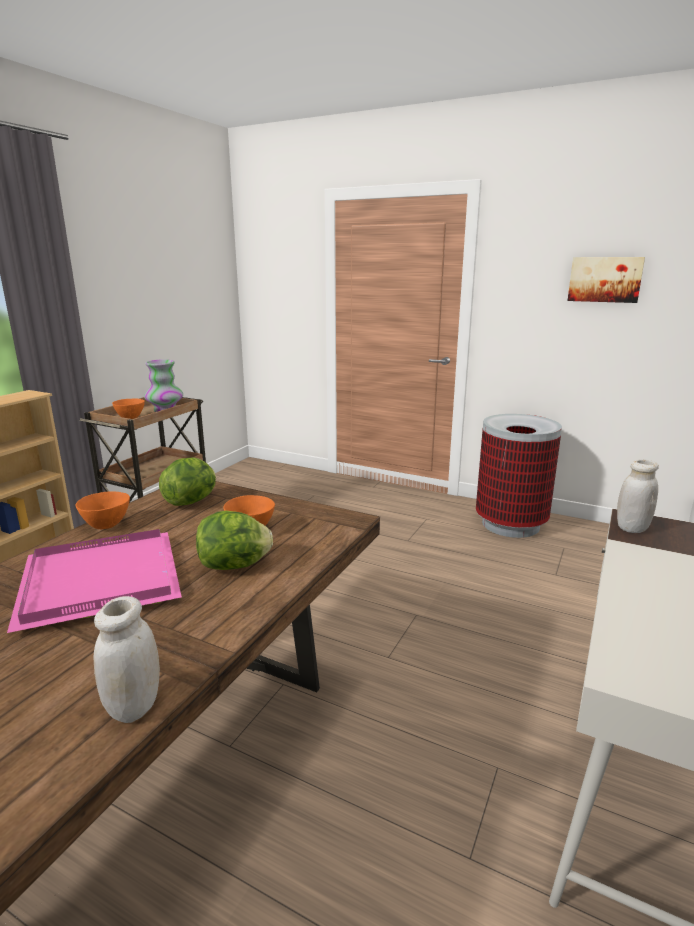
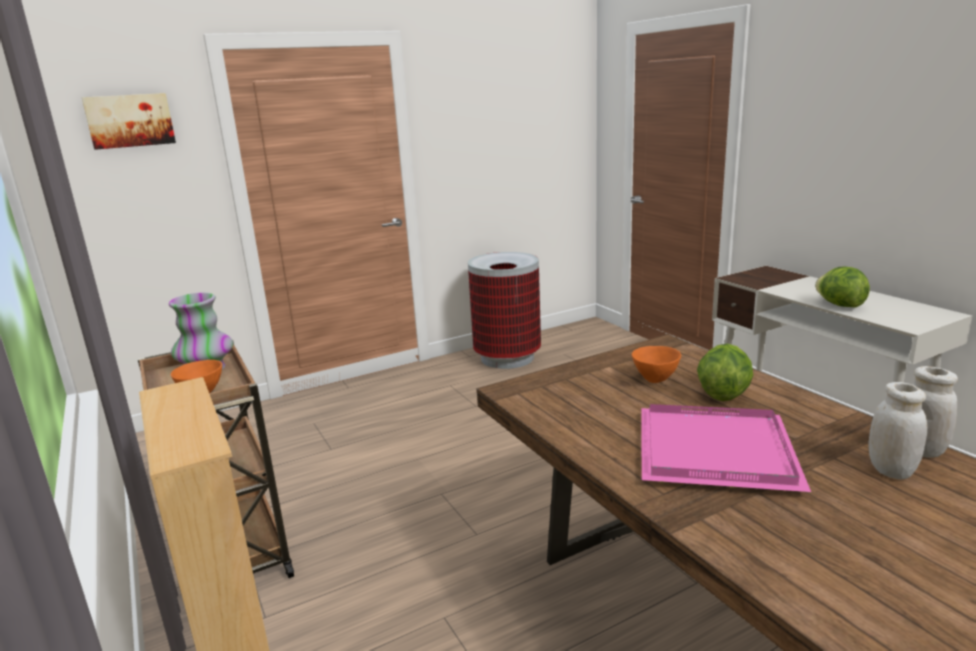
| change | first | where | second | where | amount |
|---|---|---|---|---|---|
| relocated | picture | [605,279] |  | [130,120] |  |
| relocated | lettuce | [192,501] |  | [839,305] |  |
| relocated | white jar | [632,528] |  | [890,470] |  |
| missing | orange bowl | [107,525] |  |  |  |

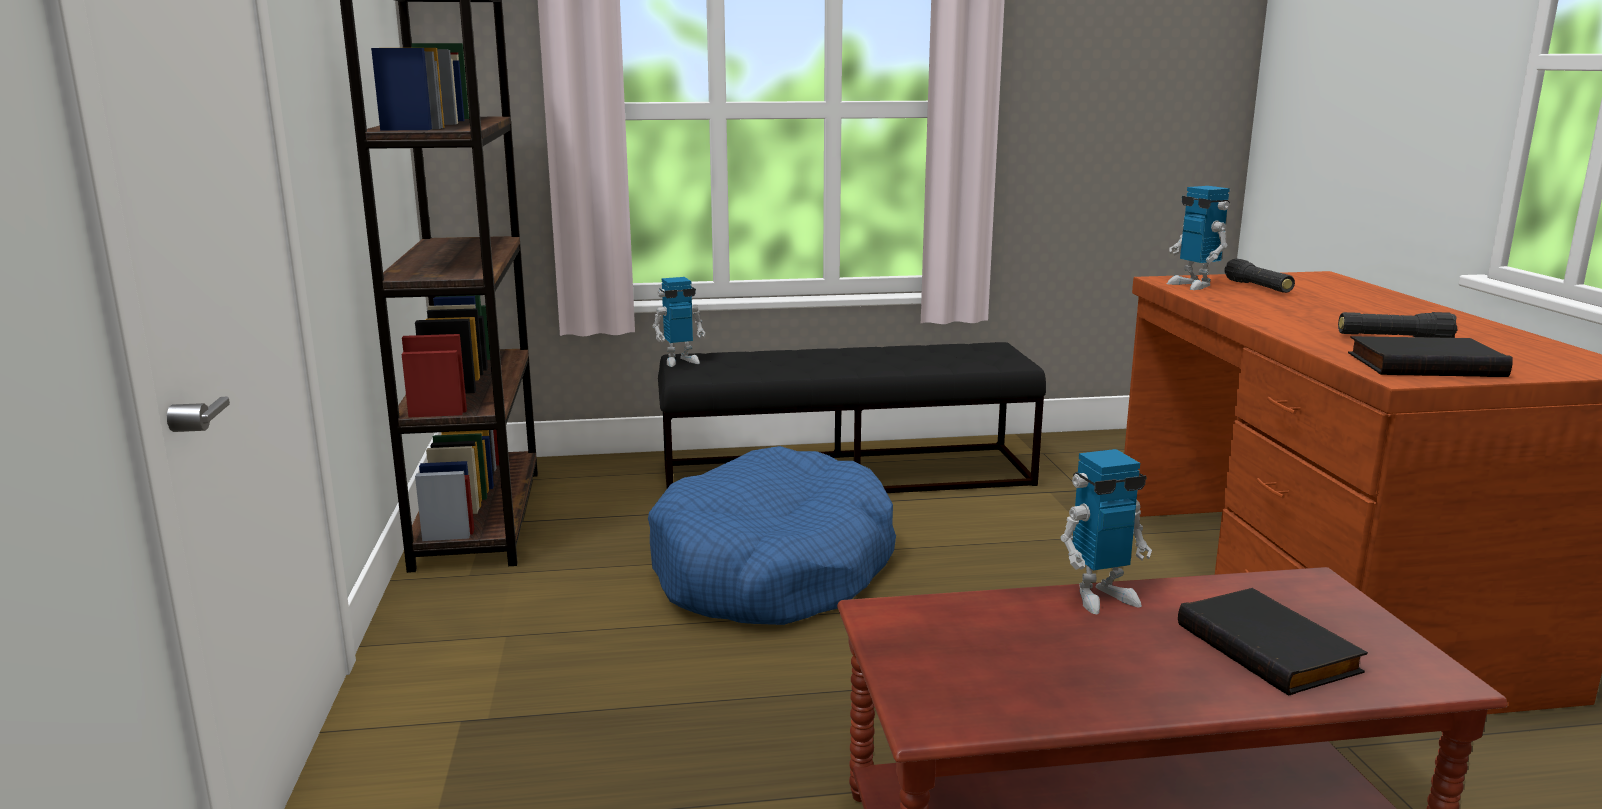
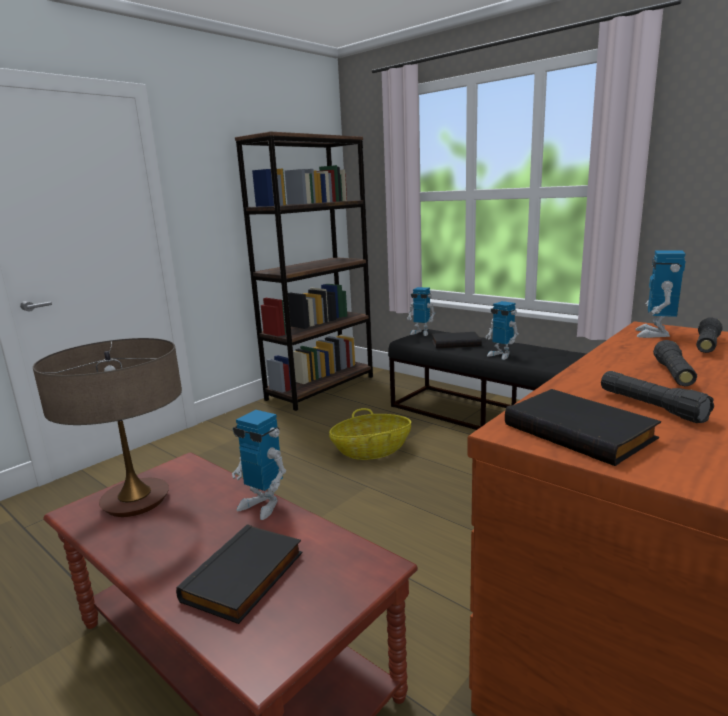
| change | first | where | second | where | amount |
|---|---|---|---|---|---|
| appeared |  |  | table lamp | [136,501] |  |
| exchanged | blue dog bed | [773,569] | basket | [371,450] |  |
| appeared |  |  | black book | [456,343] |  |
| appeared |  |  | toy robot | [501,355] |  |
| appeared |  |  | black flashlight | [673,374] |  |

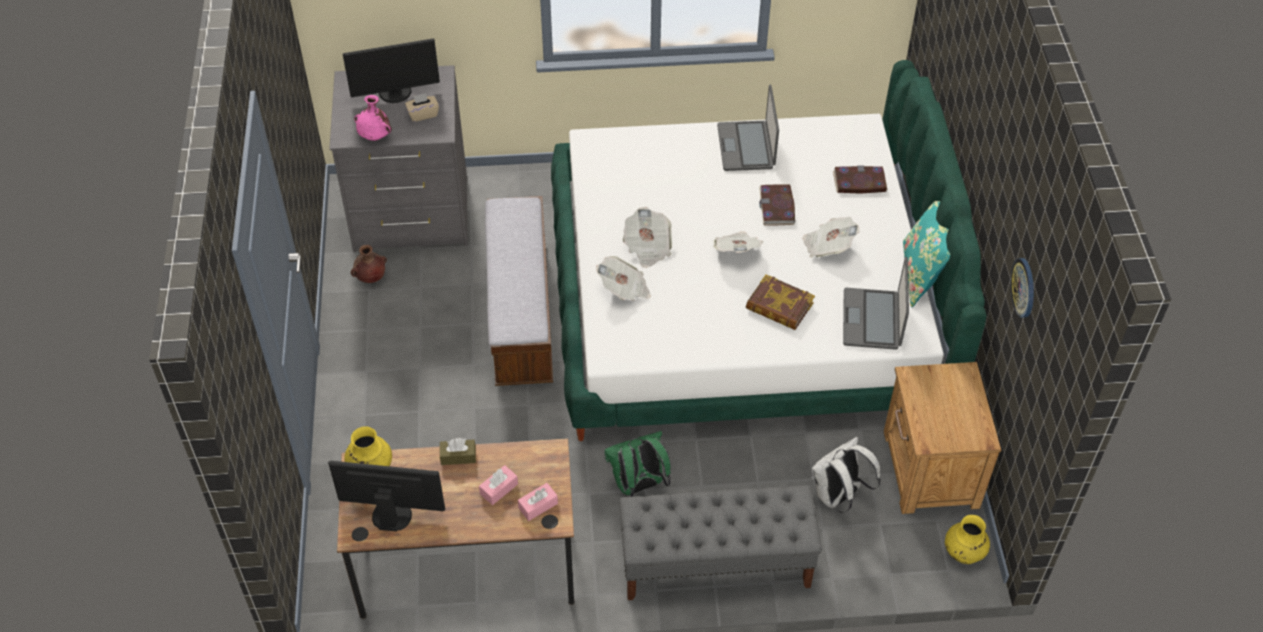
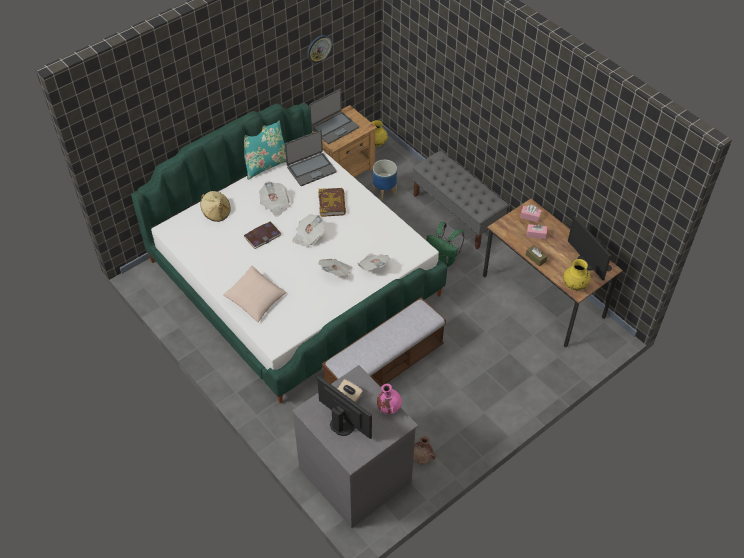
| change | first | where | second | where | amount |
|---|---|---|---|---|---|
| exchanged | book | [859,182] | beige hat | [216,213] |  |
| appeared |  |  | beige pillow | [255,299] |  |
| relocated | laptop | [746,147] |  | [334,128] |  |
| exchanged | white backpack | [838,496] | planter | [384,191] |  |

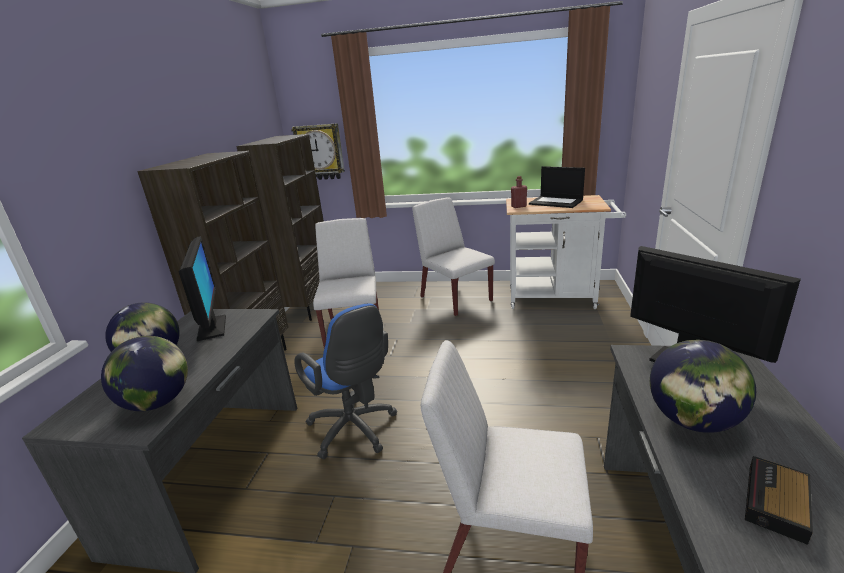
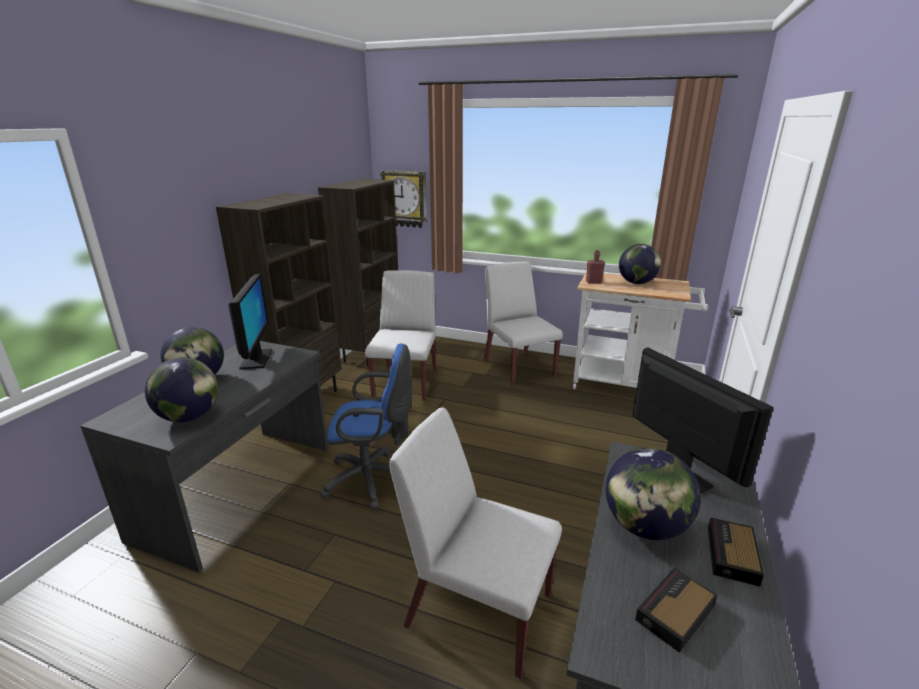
| change | first | where | second | where | amount |
|---|---|---|---|---|---|
| spun | blue office chair | [355,431] |  | [373,480] | 60 degrees counterclockwise |
| exchanged | laptop | [556,202] | globe | [637,283] |  |
| appeared |  |  | alarm clock | [732,556] |  |

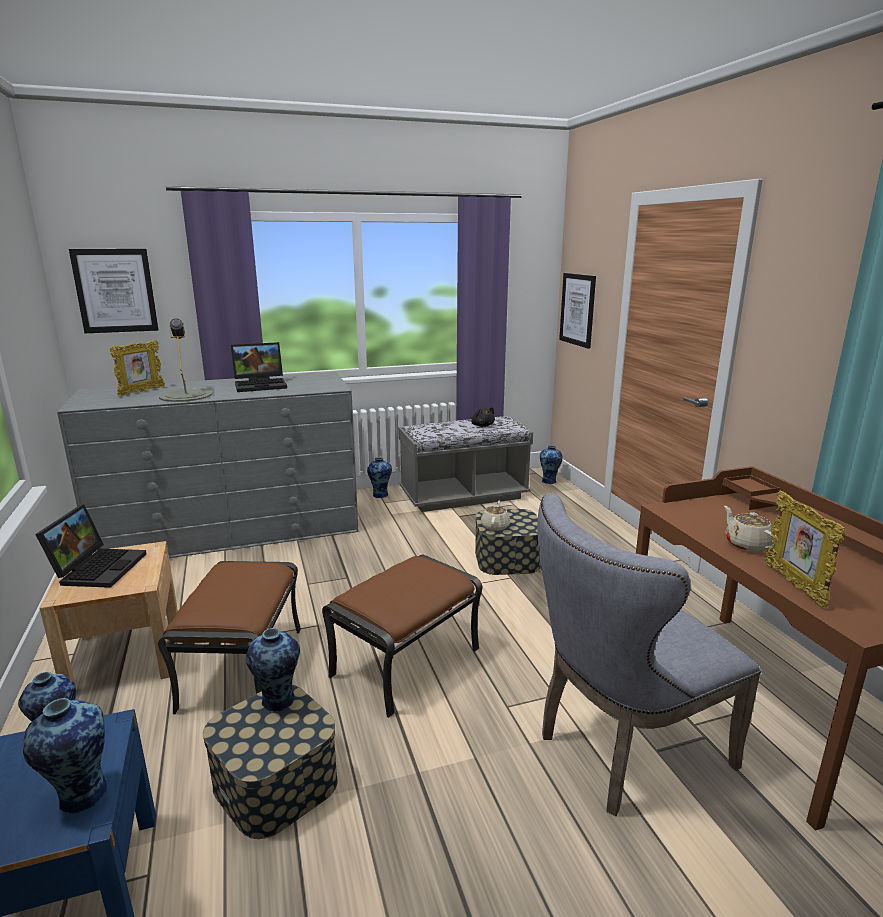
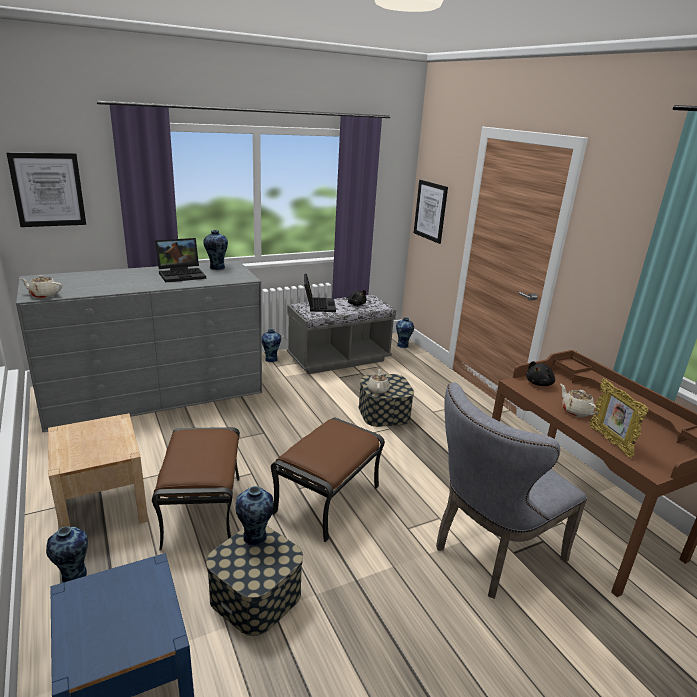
| change | first | where | second | where | amount |
|---|---|---|---|---|---|
| appeared |  |  | beige teapot | [43,295] |  |
| relocated | vase | [80,796] |  | [216,268] |  |
| relocated | laptop | [98,567] |  | [318,305] |  |
| appeared |  |  | black plush toy | [539,383] |  |
| missing | picture frame | [141,391] |  |  |  |
| missing | grey table lamp | [186,395] |  |  |  |

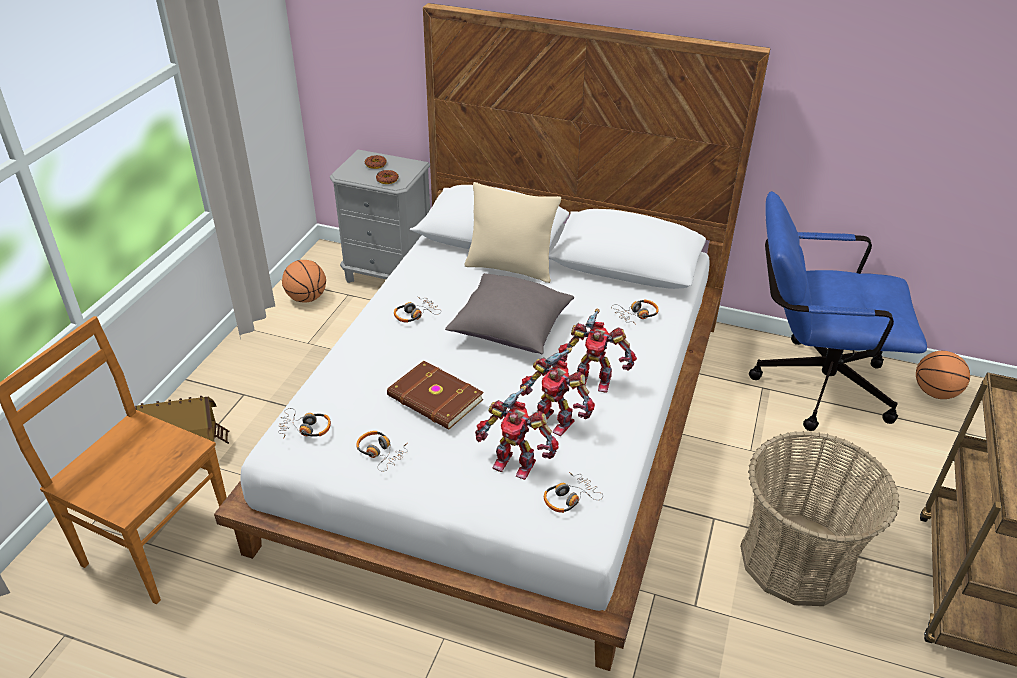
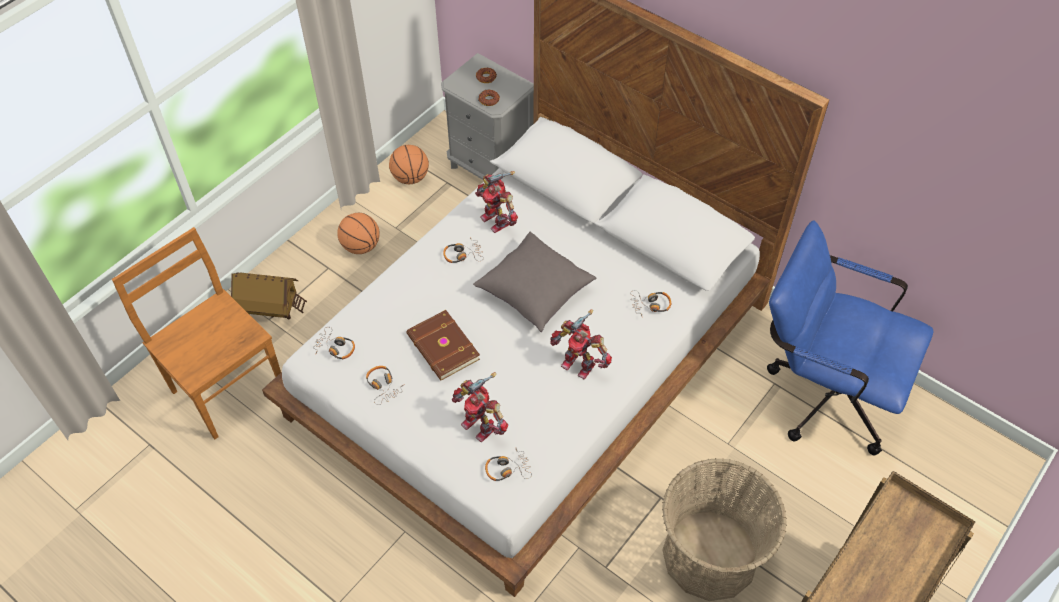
| change | first | where | second | where | amount |
|---|---|---|---|---|---|
| relocated | basketball | [935,393] |  | [361,246] |  |
| relocated | toy robot | [554,420] |  | [497,220] |  |
| missing | beige pillow | [510,268] |  |  |  |

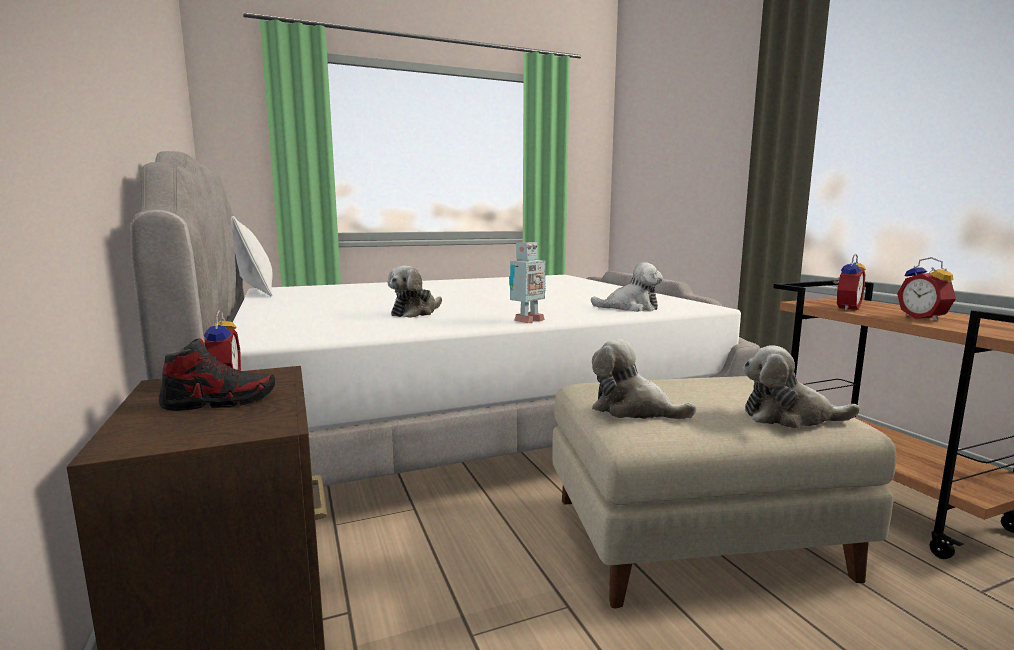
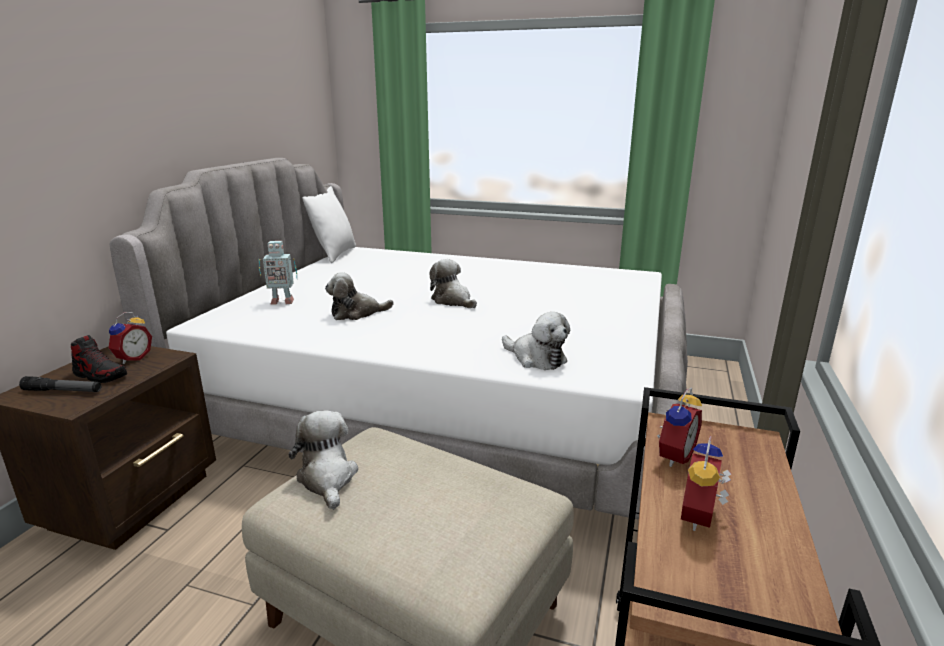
| change | first | where | second | where | amount |
|---|---|---|---|---|---|
| appeared |  |  | flashlight | [63,391] |  |
| relocated | toy robot | [526,321] |  | [281,301] |  |
| relocated | plush toy | [789,417] |  | [453,301] |  |
| spun | alarm clock | [845,308] |  | [672,456] | 45 degrees counterclockwise |

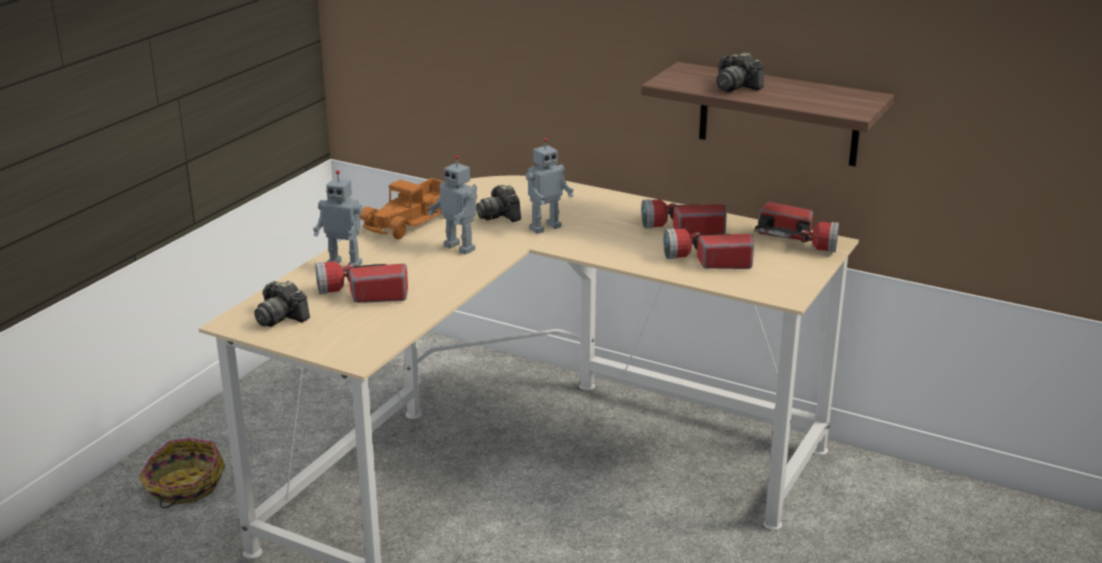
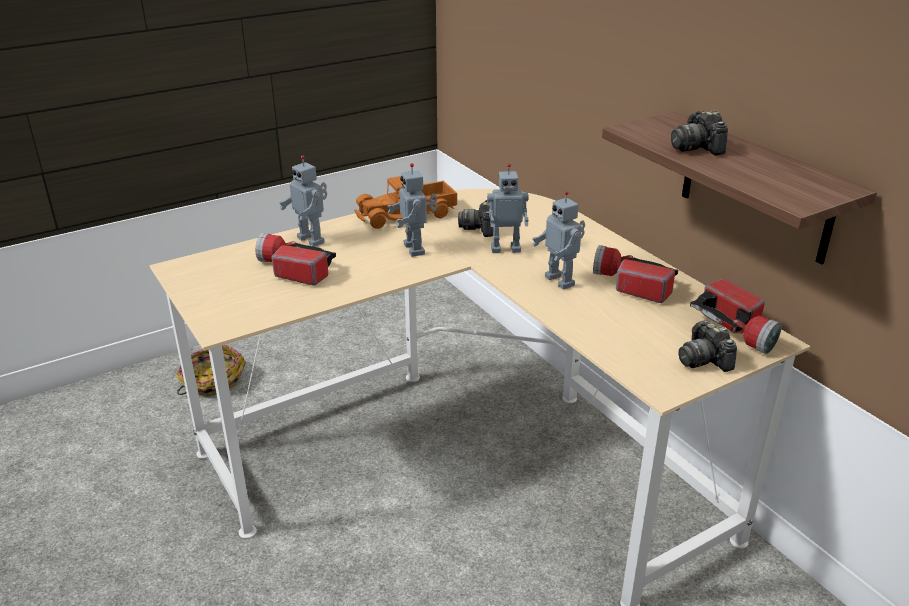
| change | first | where | second | where | amount |
|---|---|---|---|---|---|
| appeared |  |  | toy robot | [561,281] |  |
| relocated | photo camera | [281,317] |  | [704,359] |  |
| missing | flashlight | [707,260] |  |  |  |

